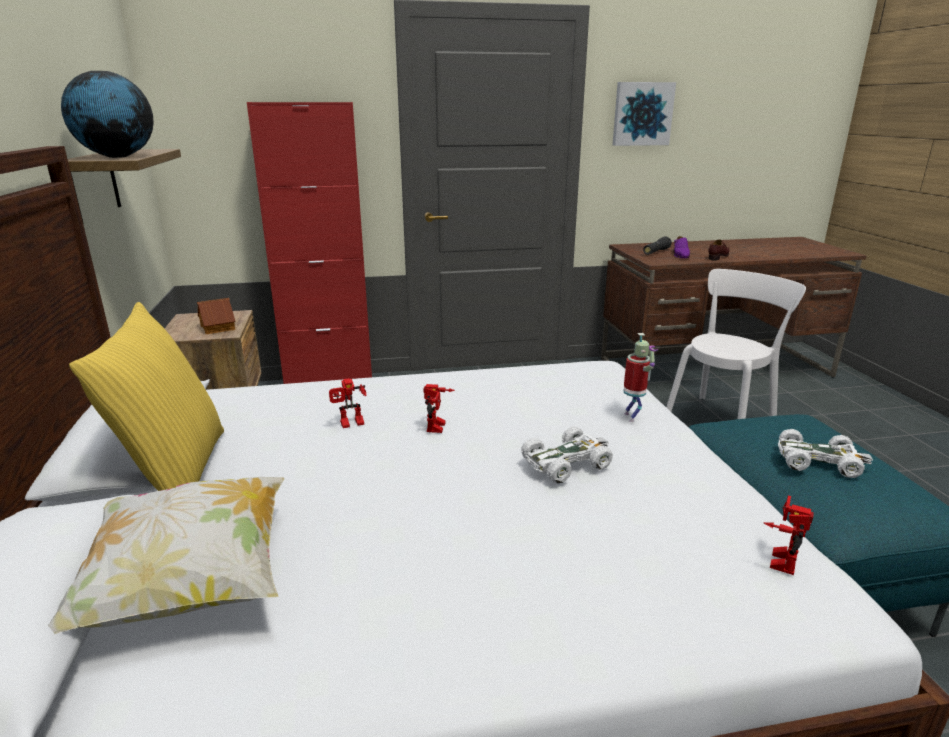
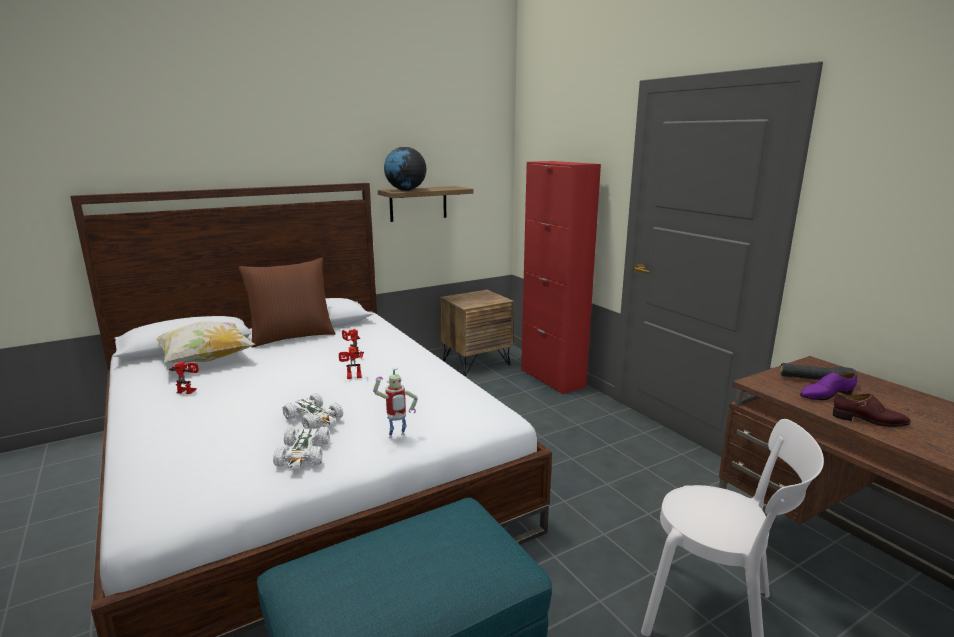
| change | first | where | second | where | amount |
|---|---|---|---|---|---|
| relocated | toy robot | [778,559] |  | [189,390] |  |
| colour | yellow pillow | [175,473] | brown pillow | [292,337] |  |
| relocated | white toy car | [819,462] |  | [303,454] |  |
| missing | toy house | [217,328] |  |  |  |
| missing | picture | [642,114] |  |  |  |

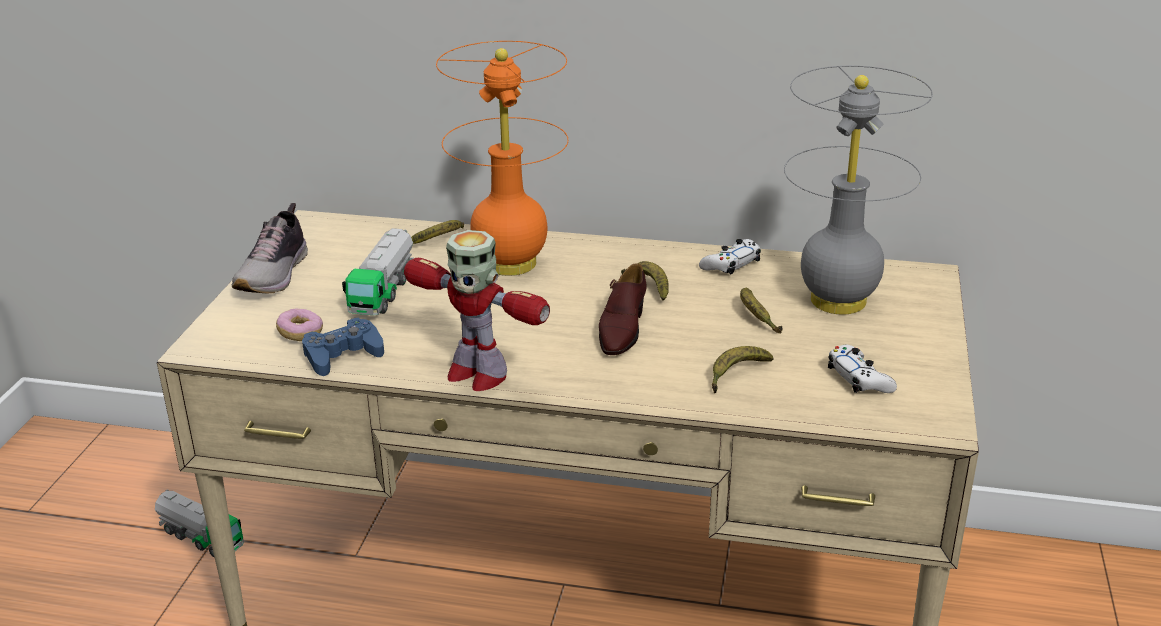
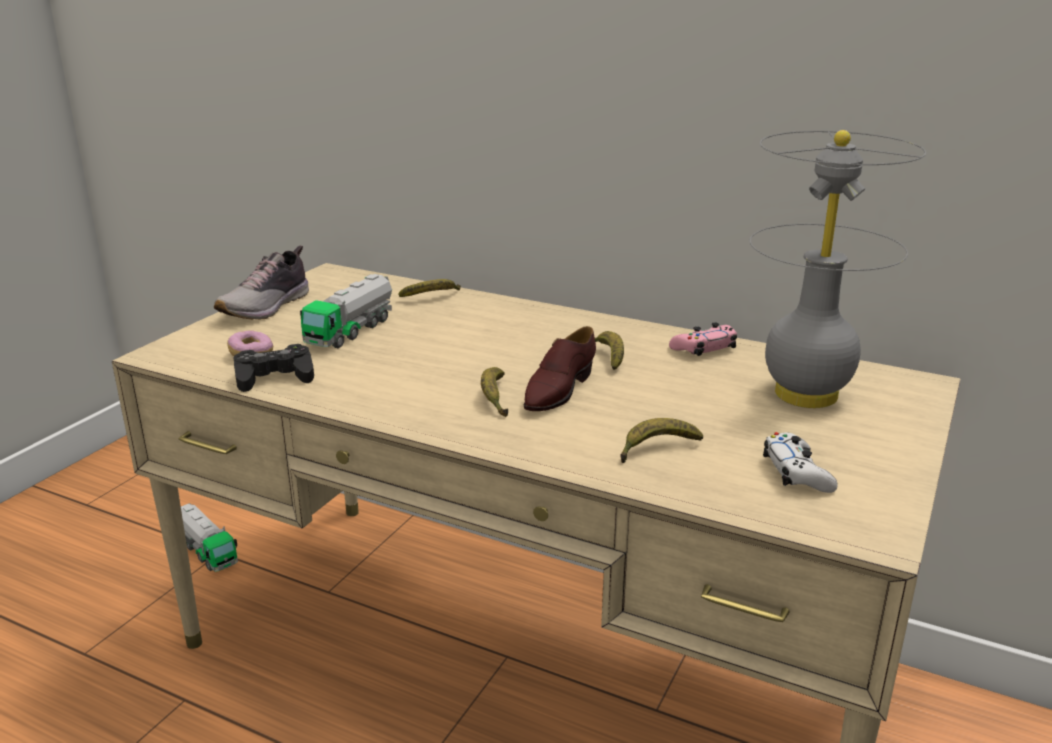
| change | first | where | second | where | amount |
|---|---|---|---|---|---|
| colour | blue game controller | [342,355] | black game controller | [274,377] |  |
| relocated | banana | [756,317] |  | [494,398] |  |
| colour | white game controller | [731,264] | pink game controller | [704,348] |  |
| missing | toy robot | [476,374] |  |  |  |
| missing | orange table lamp | [511,263] |  |  |  |

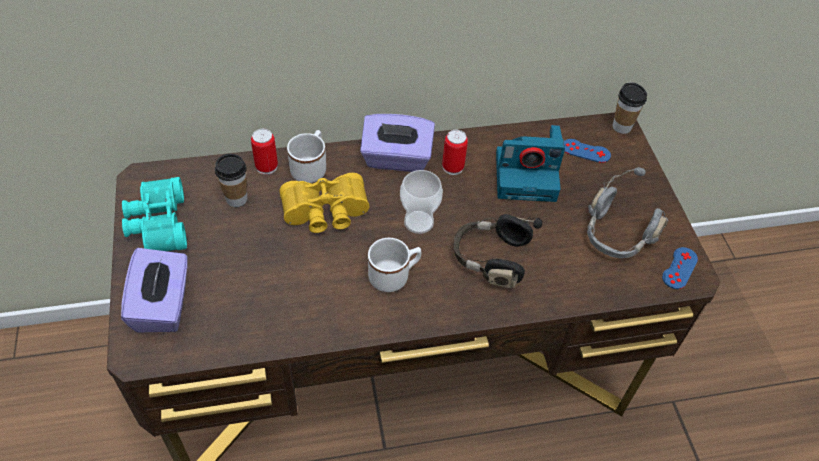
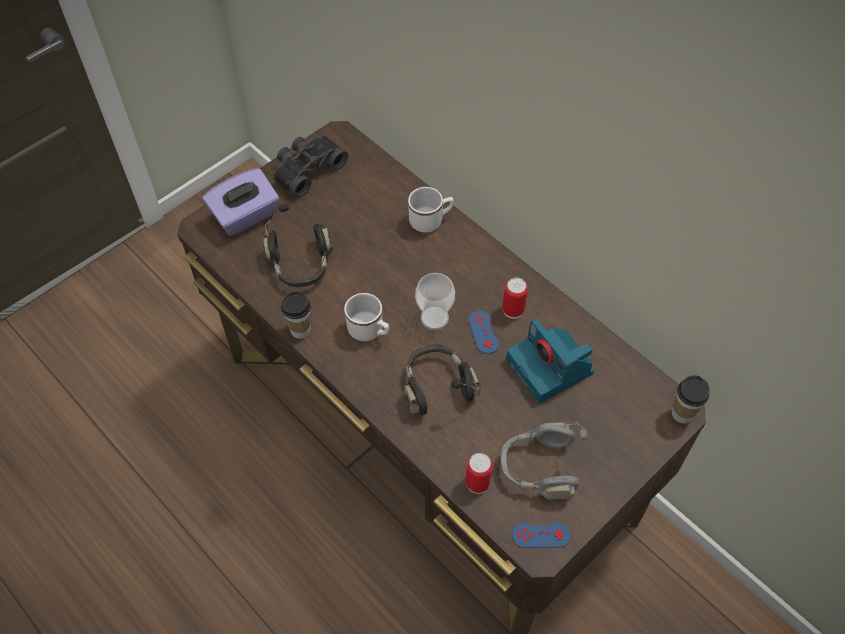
| change | first | where | second | where | amount |
|---|---|---|---|---|---|
| appeared |  |  | black headphones | [300,265] |  |
| colour | turquoise binoculars | [157,224] | black binoculars | [307,169] |  |
| relocated | cup | [236,199] |  | [300,330] |  |
| relocated | can | [266,166] |  | [477,482] |  |
| relocated | blue game controller | [585,151] |  | [483,332] |  |
| missing | yellow binoculars | [326,214] |  |  |  |
| missing | purple tissue box | [396,159] |  |  |  |

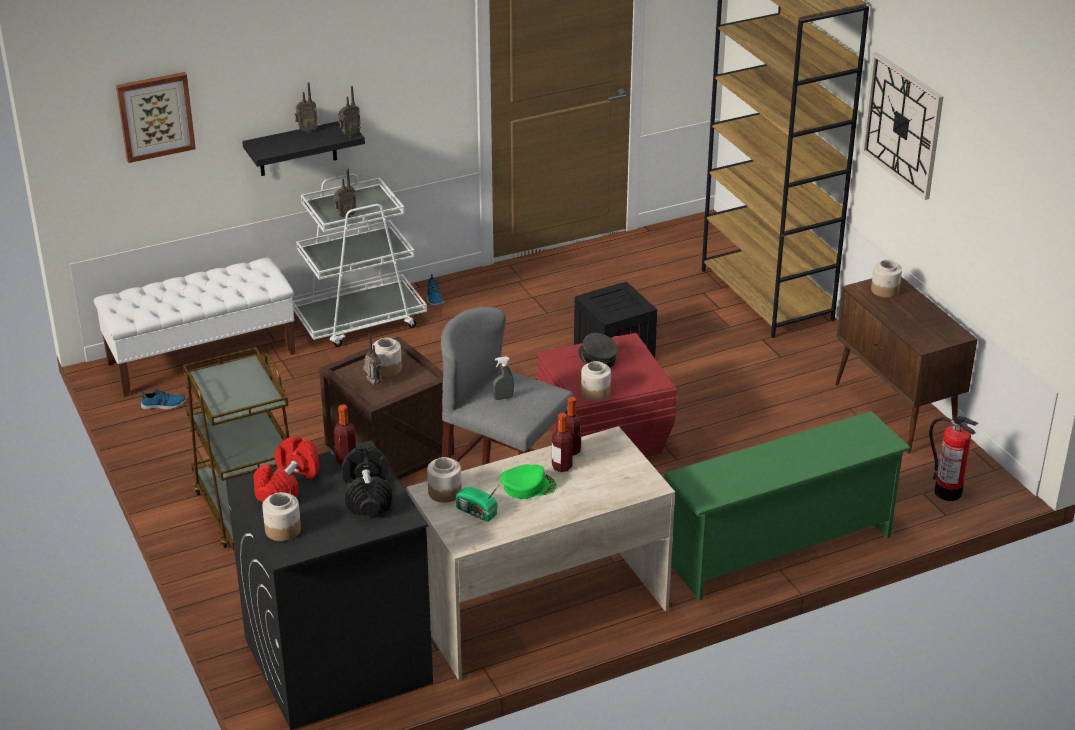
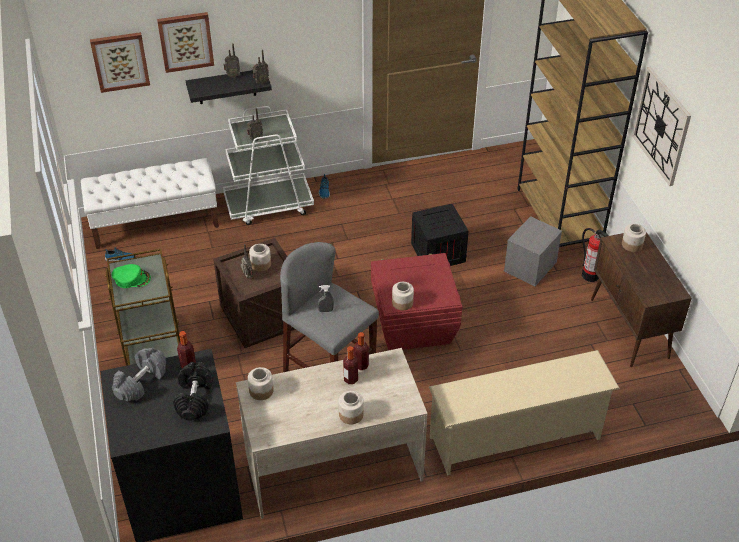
| change | first | where | second | where | amount |
|---|---|---|---|---|---|
| relocated | green cap | [528,486] |  | [132,279] |  |
| colour | red dumbbell | [287,485] | grey dumbbell | [141,382] |  |
| appeared |  |  | picture | [185,41] |  |
| relocated | jar | [282,530] |  | [350,415] |  |
| colour | green shoe rack | [779,550] | beige shoe rack | [515,439] |  |
| appeared |  |  | grey storage box | [530,267] |  |
| relocated | fire extinguisher | [948,492] |  | [590,275] |  |
| missing | radio | [477,512] |  |  |  |
| missing | grey cap | [597,358] |  |  |  |

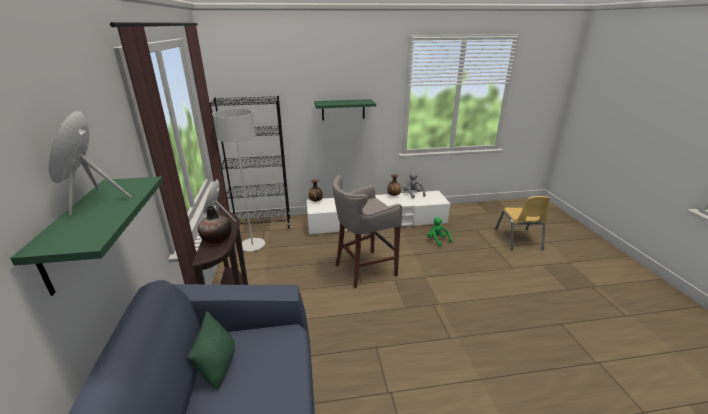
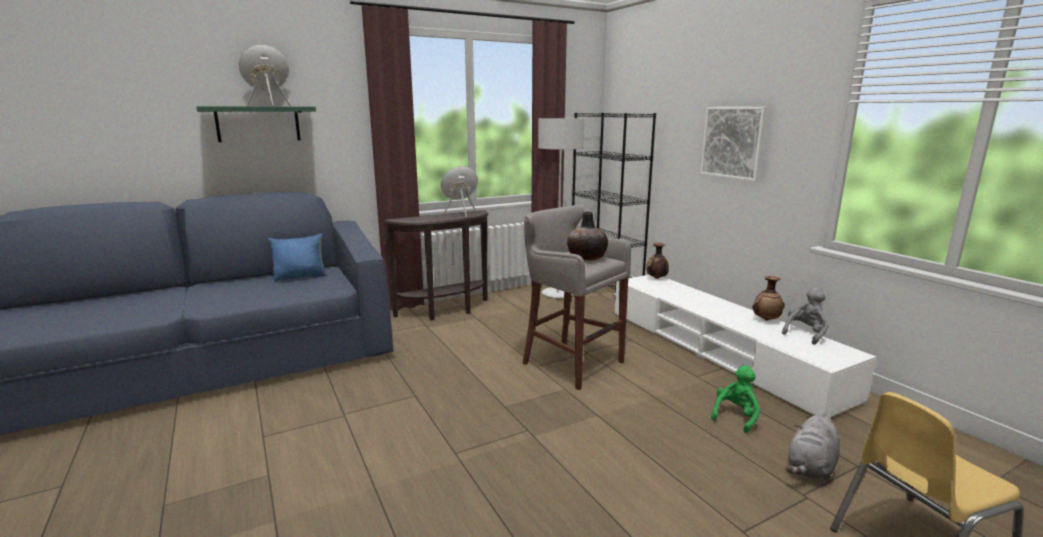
| change | first | where | second | where | amount |
|---|---|---|---|---|---|
| colour | green pillow | [217,366] | blue pillow | [300,277] |  |
| relocated | vase | [217,239] |  | [586,258] |  |
| exchanged | green shelf | [343,109] | picture | [733,142] |  |
| appeared |  |  | grey plush toy | [810,467] |  |

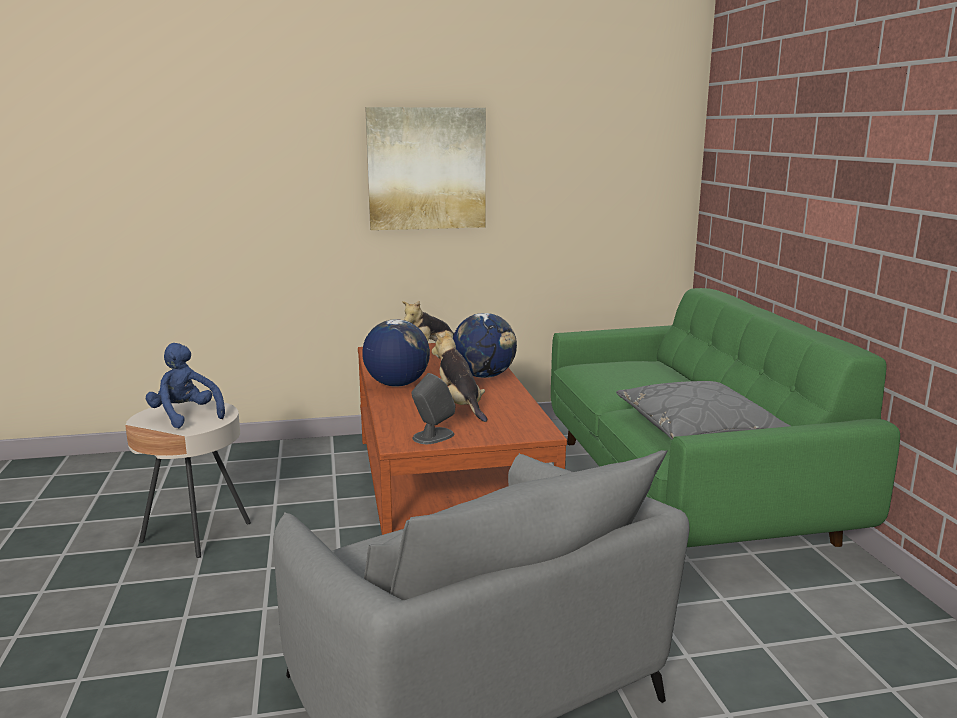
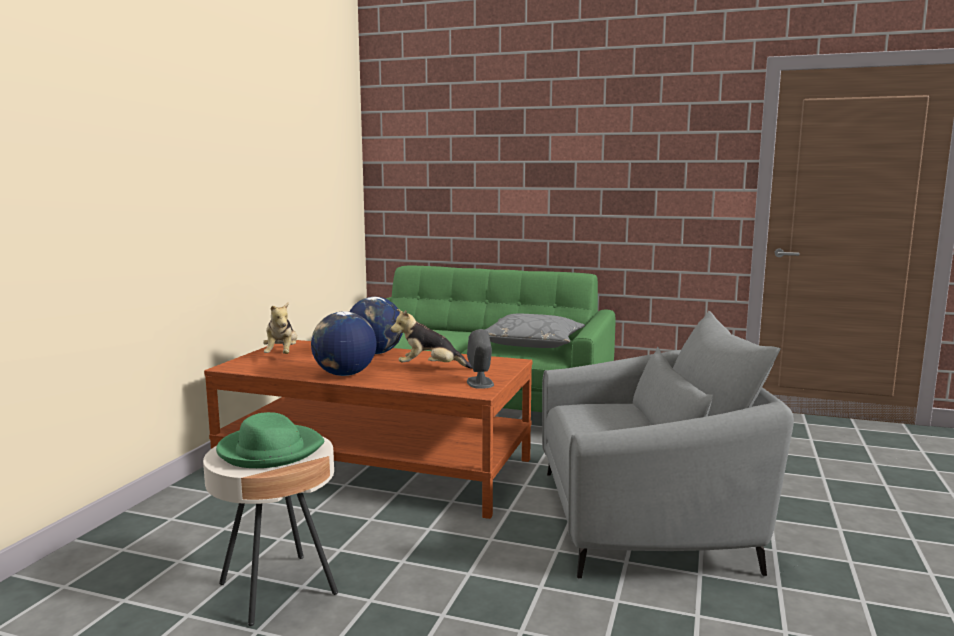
| change | first | where | second | where | amount |
|---|---|---|---|---|---|
| exchanged | blue plush toy | [185,416] | green hat | [270,450] |  |
| missing | picture | [426,169] |  |  |  |

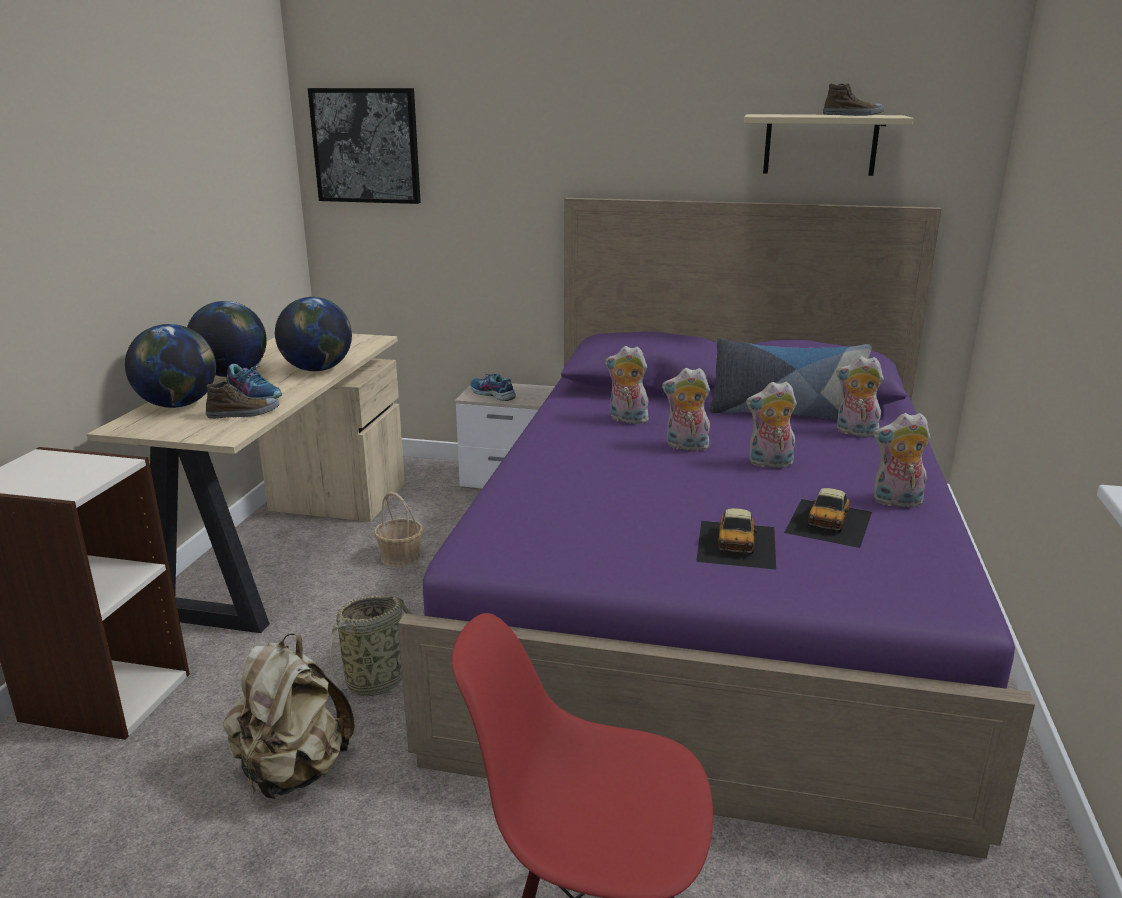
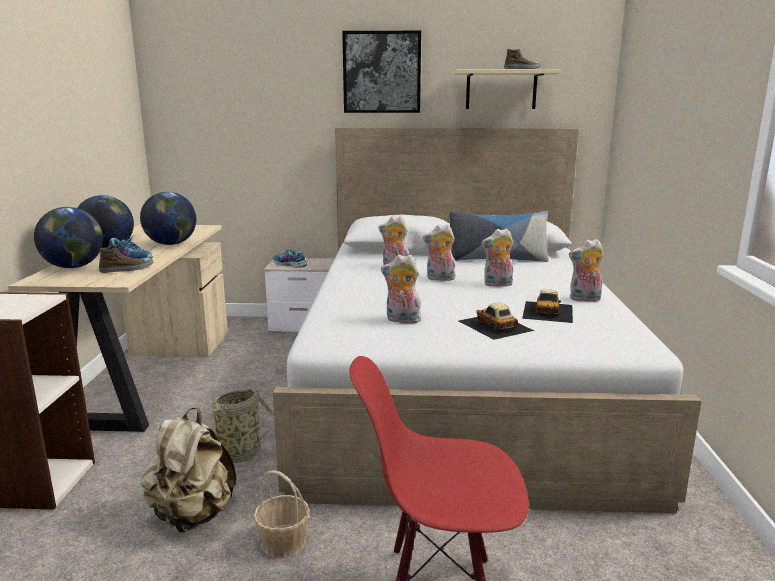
| change | first | where | second | where | amount |
|---|---|---|---|---|---|
| relocated | basket | [400,557] |  | [283,542] |  |
| colour | purple bed | [711,601] | white bed | [460,386] |  |
| relocated | picture | [366,146] |  | [382,72] |  |
| relocated | plush toy | [855,433] |  | [401,320] |  |
| spun | toy car | [737,543] |  | [495,325] | 150 degrees clockwise |

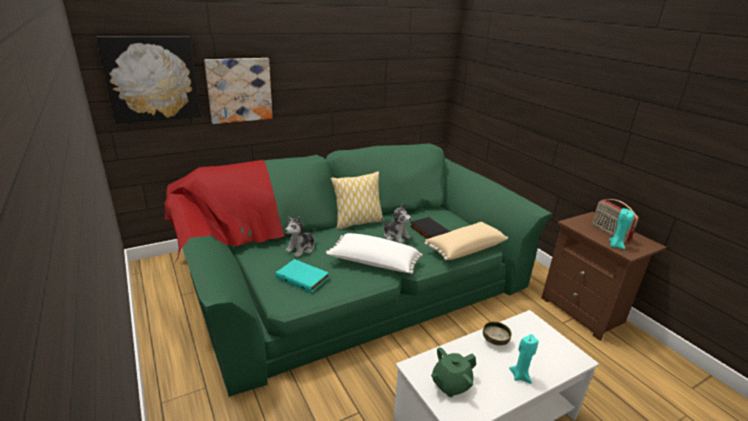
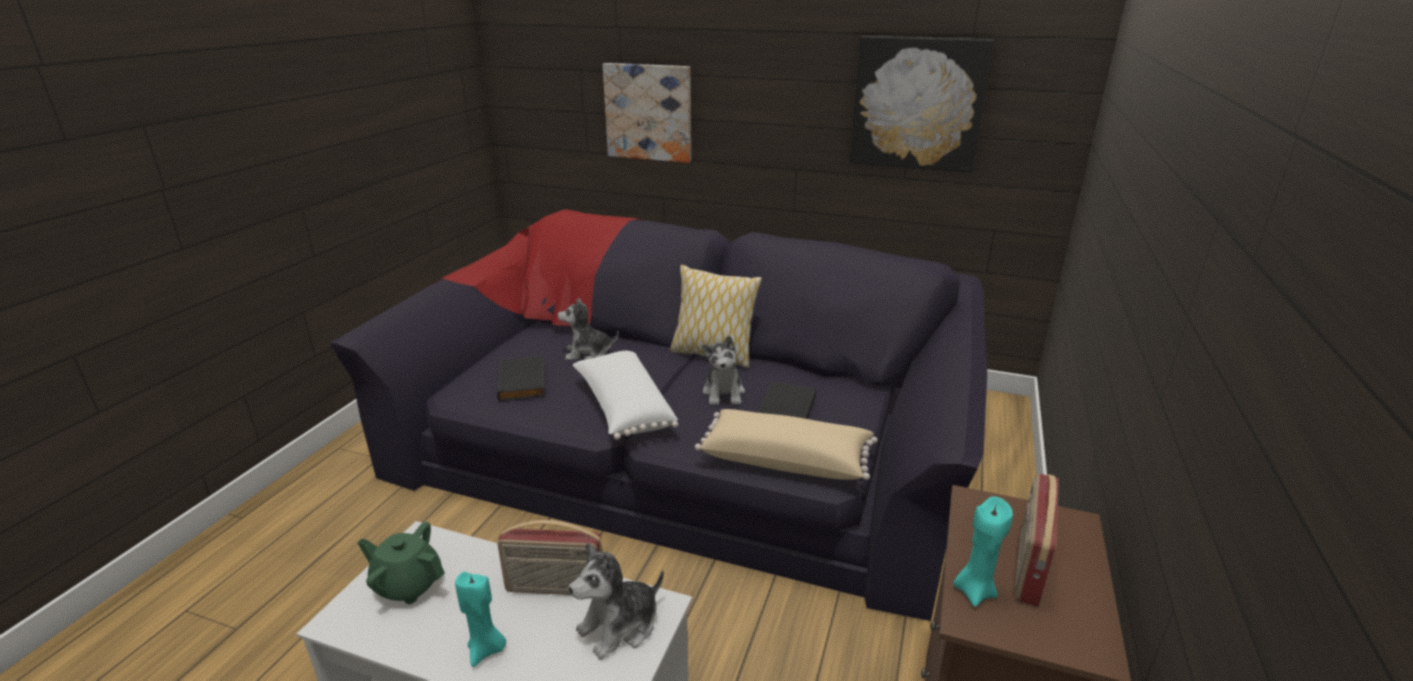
| change | first | where | second | where | amount |
|---|---|---|---|---|---|
| colour | green sofa | [350,272] | black sofa | [688,432] |  |
| colour | turquoise book | [303,277] | black book | [524,382] |  |
| exchanged | bowl | [495,340] | radio | [554,588] |  |
| appeared |  |  | plush toy | [620,626] |  |
| relocated | picture | [152,79] |  | [917,104] |  |

